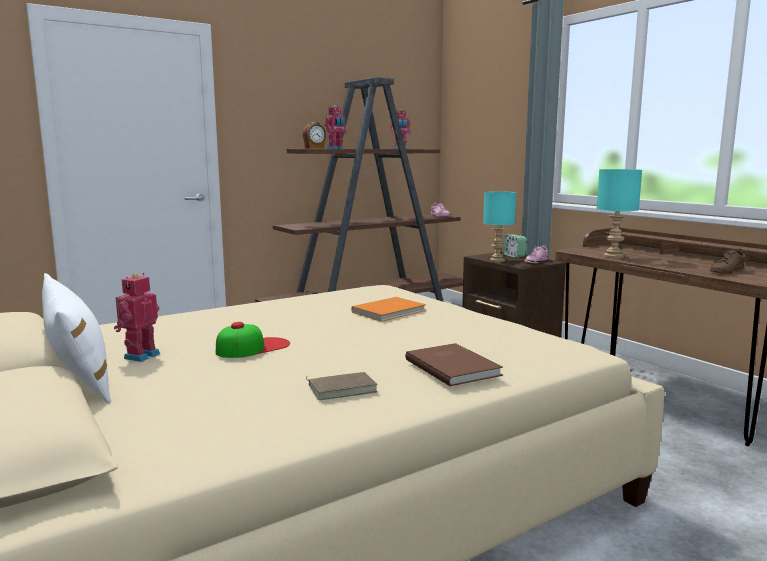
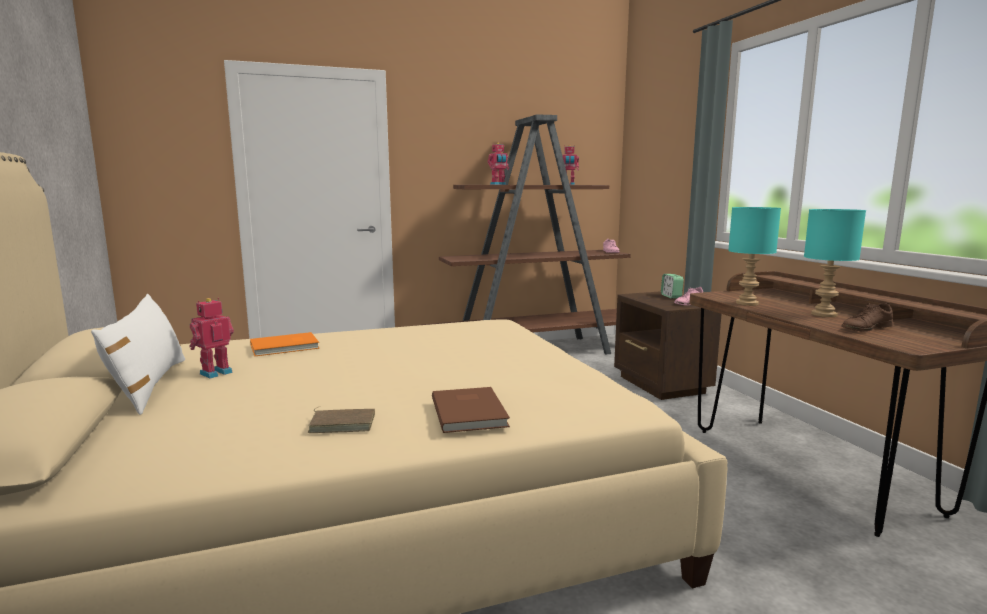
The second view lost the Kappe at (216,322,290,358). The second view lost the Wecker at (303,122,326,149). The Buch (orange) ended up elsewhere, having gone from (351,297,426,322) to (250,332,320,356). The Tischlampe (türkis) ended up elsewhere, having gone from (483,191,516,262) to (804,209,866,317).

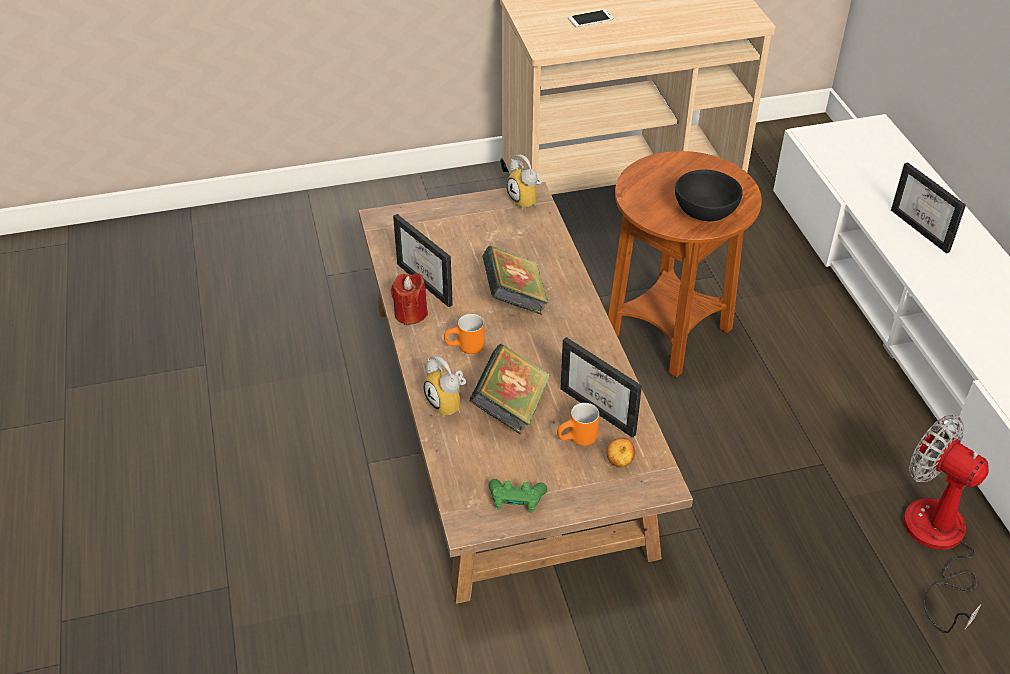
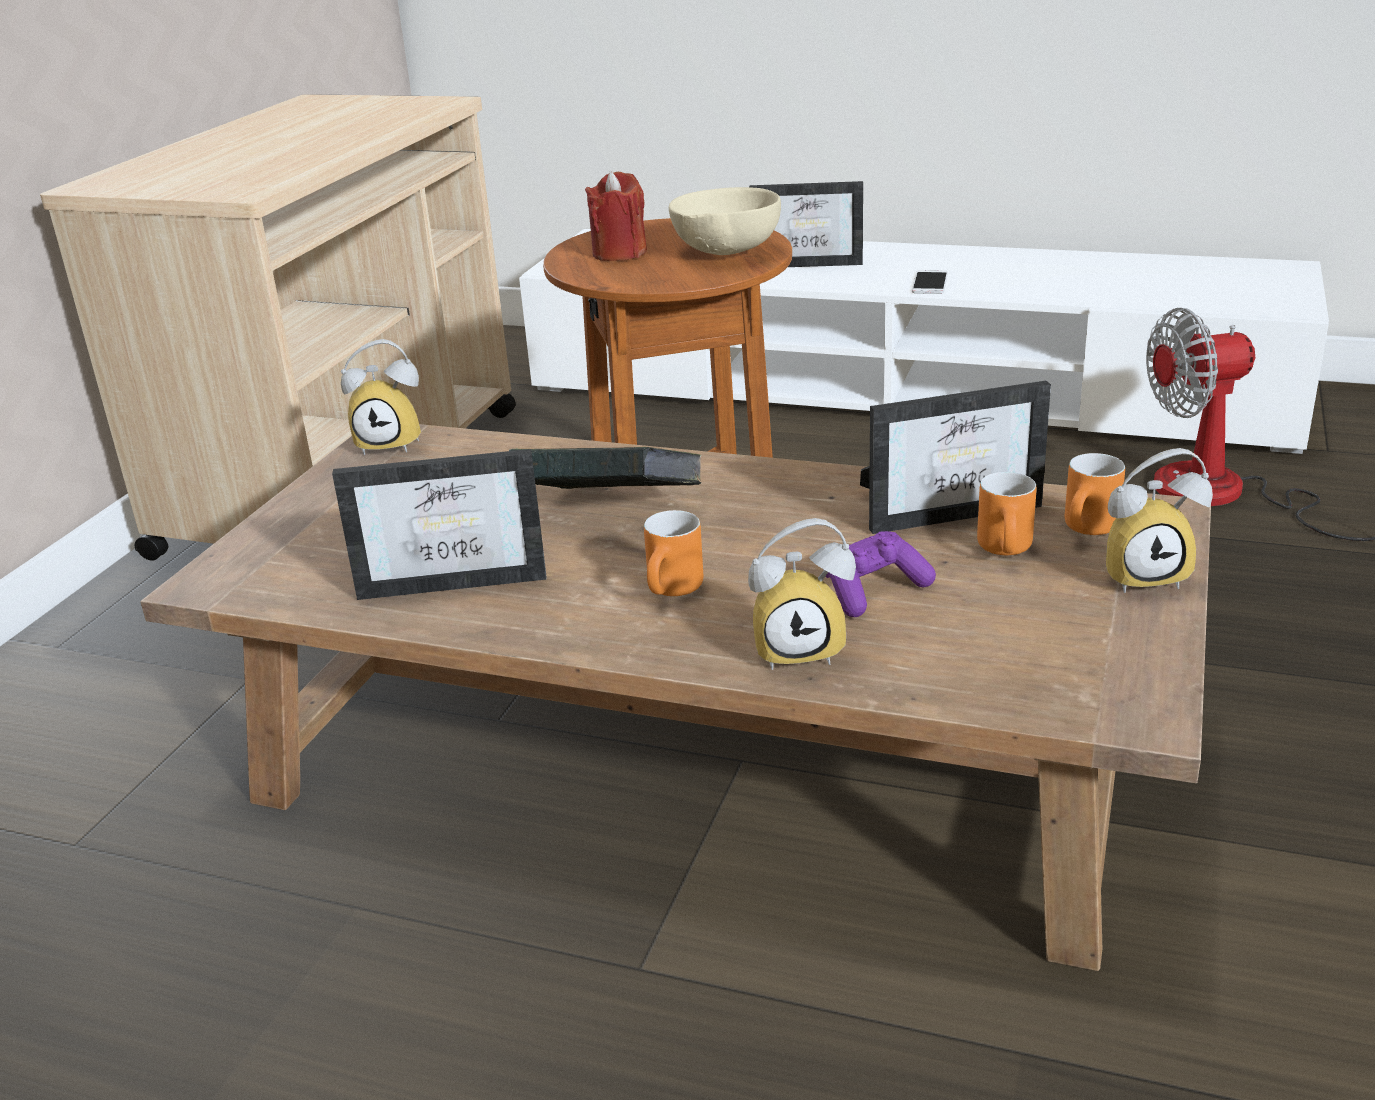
The Kerze (rot) ended up elsewhere, having gone from (391,273,428,325) to (585,171,647,261). Where the Buch stood at (469,344,550,435), the Gamepad (lila) came to stand at (823,531,936,617). The second view lost the Gamepad (grün) at (488,479,547,513). The Handy ended up elsewhere, having gone from (568,9,614,27) to (912,270,948,294). Where the Apfel stood at (607,438,635,467), the Henkelbecher (orange) came to stand at (1065,453,1125,535). What was the Schüssel (schwarz) at (675,170,743,221) turned into the Schüssel (beige) at (669,187,781,255). The second view gained the Wecker at (1106,448,1213,593).

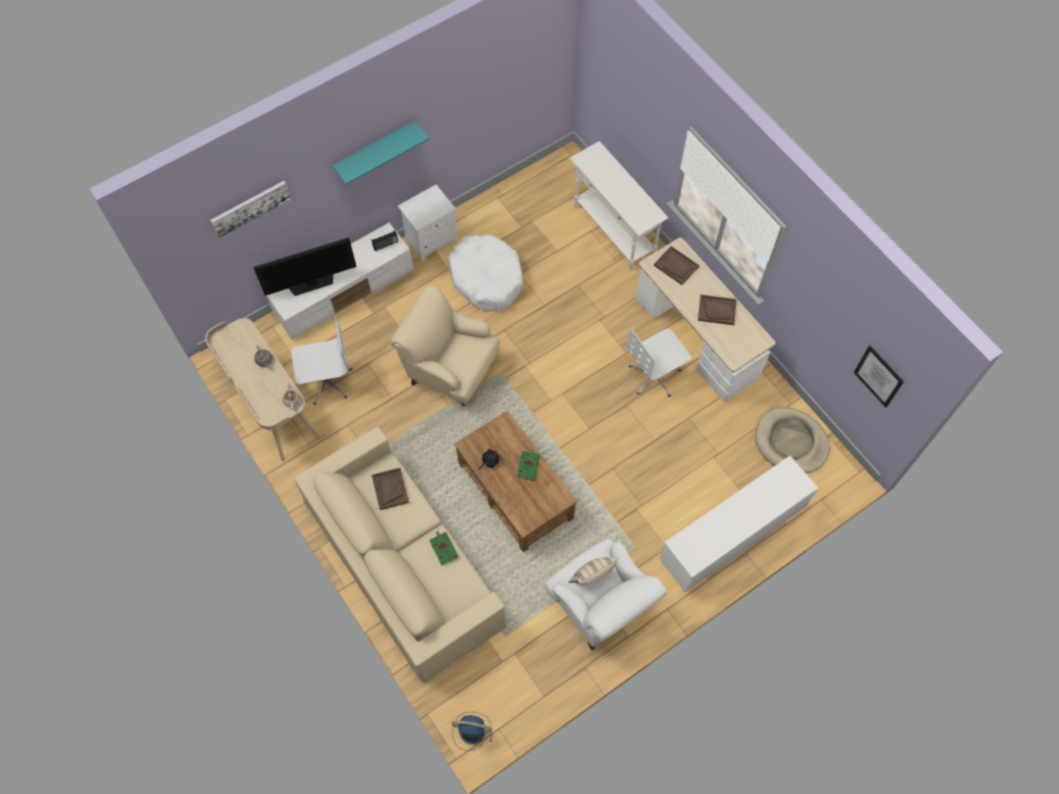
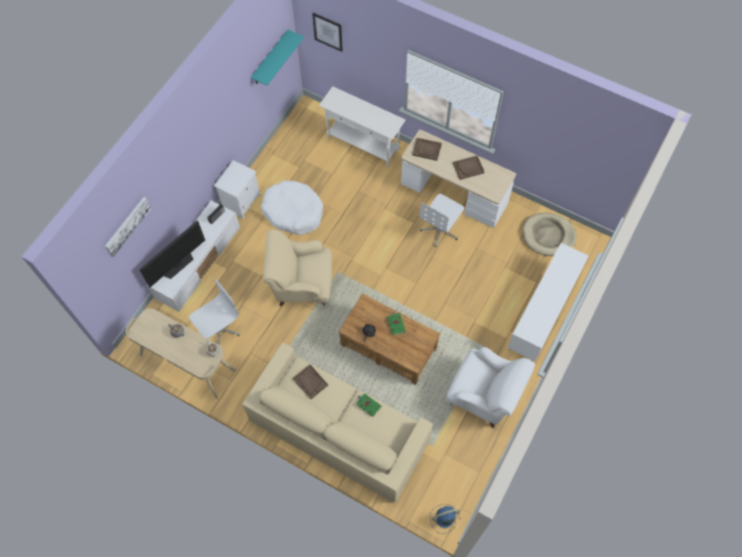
The Wandregal (türkis) ended up elsewhere, having gone from (332,121,429,185) to (251,30,304,86). The second view lost the Kissen (beige) at (569,558,617,585). The Bild ended up elsewhere, having gone from (854,346,904,407) to (312,13,343,52).

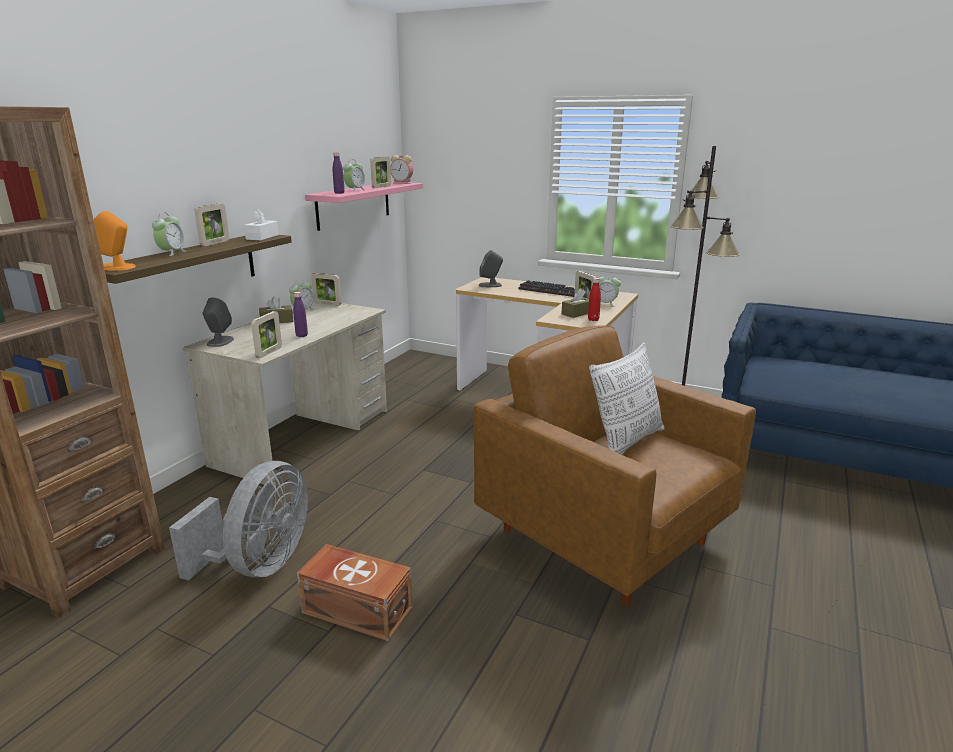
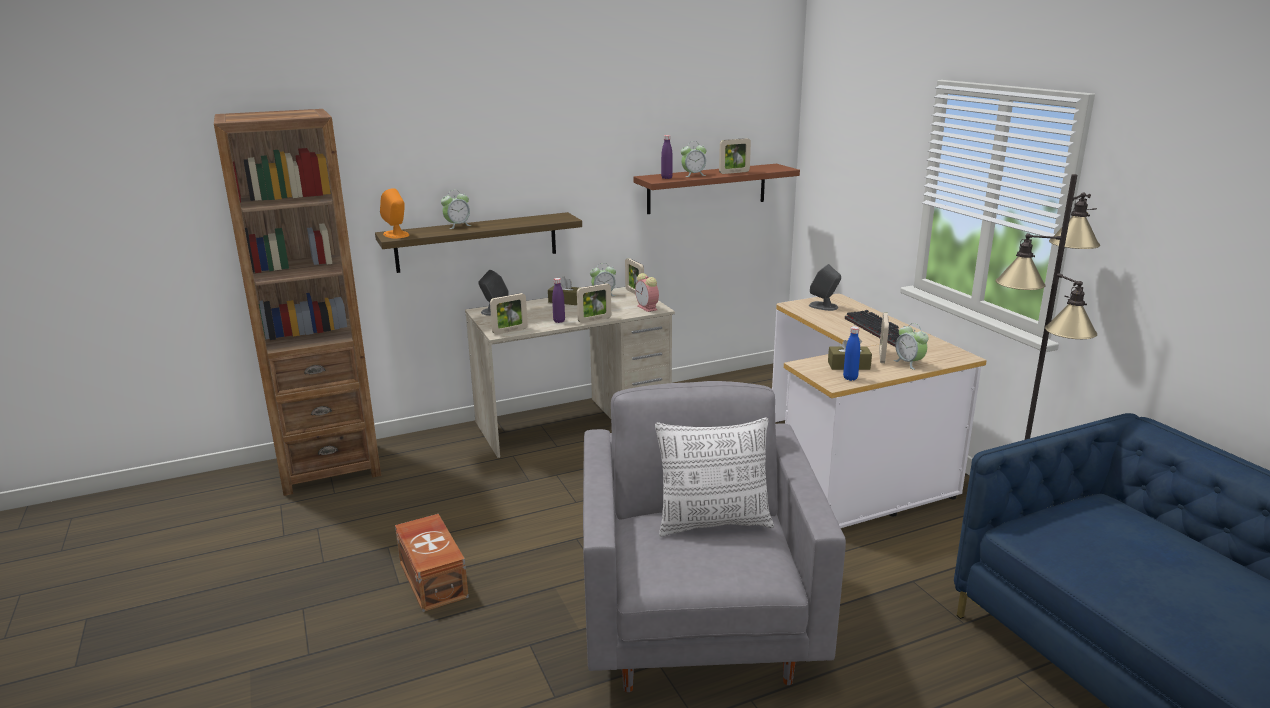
The second view lost the Ventilator (grau) at (169,461,308,580). The Bilderrahmen ended up elsewhere, having gone from (194,203,229,246) to (577,283,611,323). The second view lost the Taschentuchbox (weiß) at (244,209,279,240). What was the Wandregal (rosa) at (305,182,423,231) turned into the Wandregal (braun) at (633,164,800,214). The Wecker ended up elsewhere, having gone from (390,155,413,184) to (635,273,659,312). What was the Sessel (braun) at (474,325,756,606) turned into the Sessel (grau) at (583,381,846,692). What was the Flasche (rot) at (588,278,601,321) turned into the Flasche (blau) at (843,326,860,381).

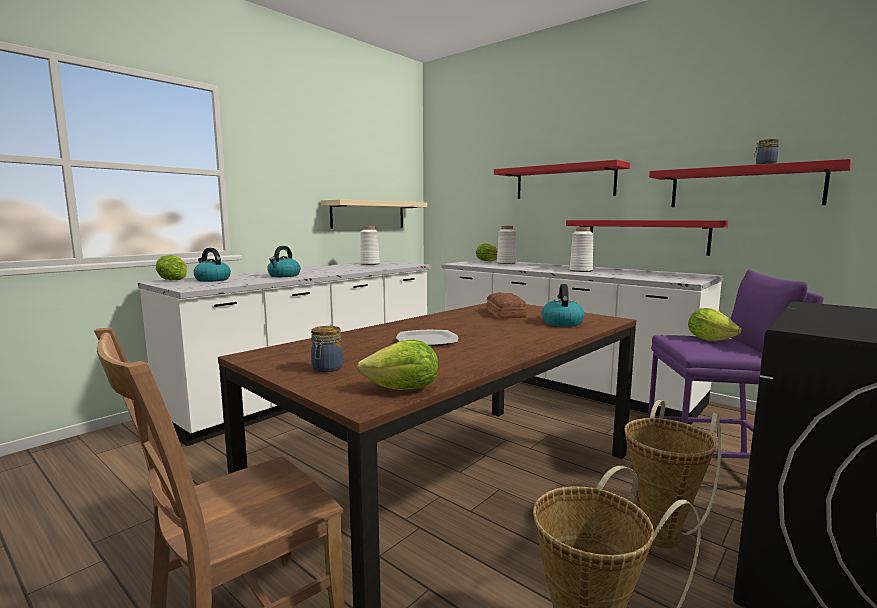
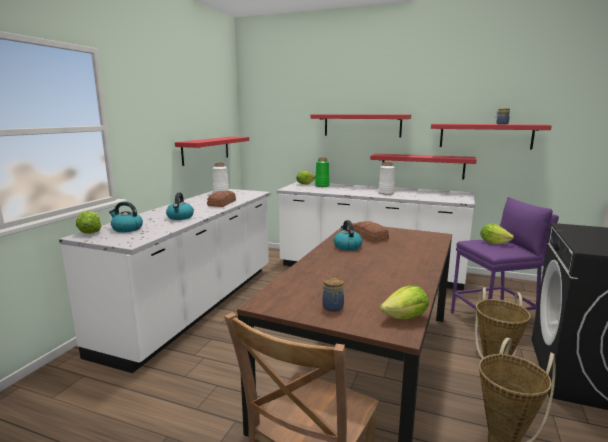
What was the Wandregal (beige) at (321,199,427,229) turned into the Wandregal (rot) at (175,137,249,166). The second view lost the Teller at (396,330,458,346). What was the Vase (weiß) at (497,226,516,264) turned into the Vase (grün) at (315,158,330,187). The Wasserkessel ended up elsewhere, having gone from (542,284,584,327) to (334,220,362,251). The second view gained the Brot at (207,191,236,207).

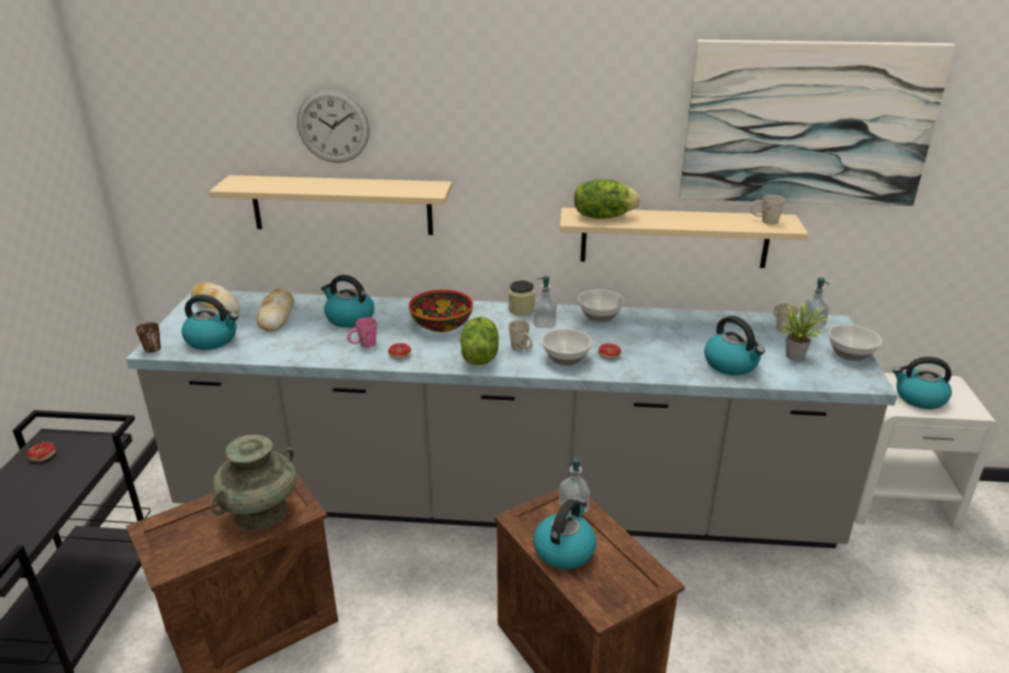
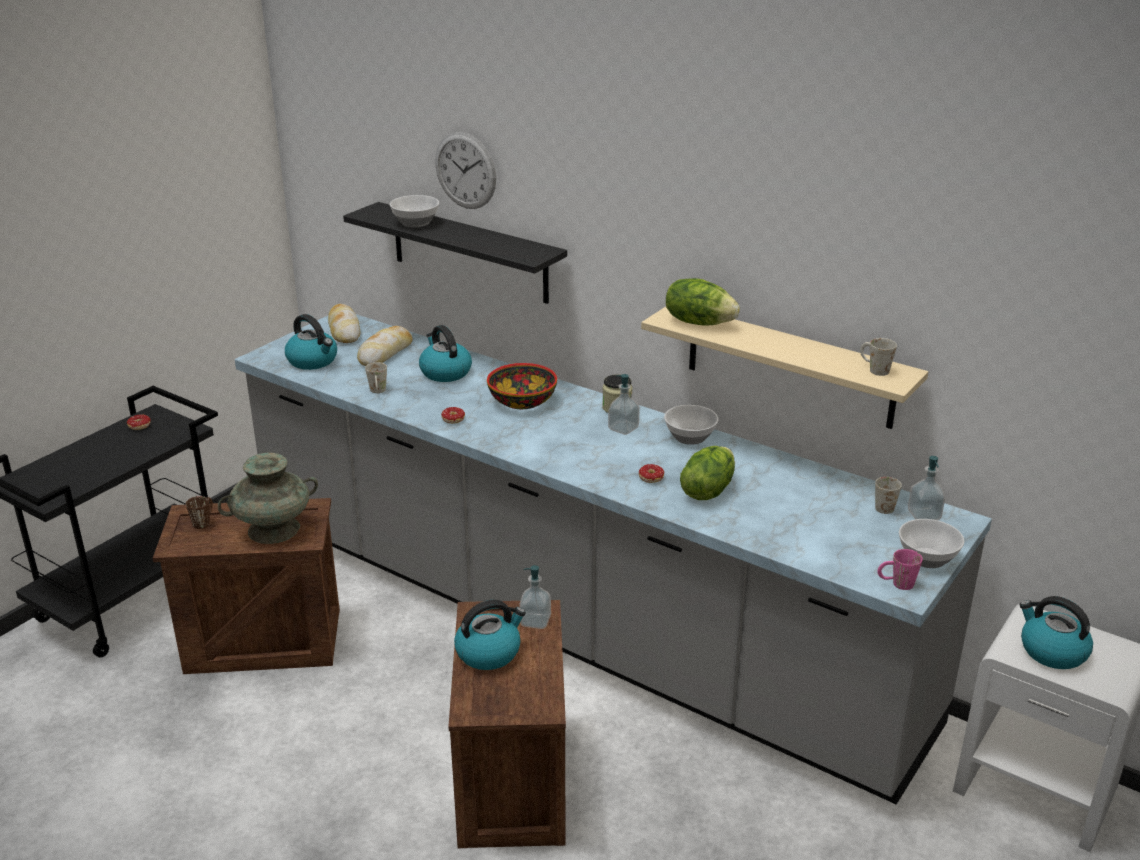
The Henkelbecher (braun) ended up elsewhere, having gone from (136,322,161,353) to (186,496,213,529). What was the Wandregal (beige) at (209,175,452,235) turned into the Wandregal (schwarz) at (343,202,567,304). The Henkelbecher (rosa) ended up elsewhere, having gone from (347,318,377,348) to (877,549,923,590). The Salatkopf ended up elsewhere, having gone from (460,317,499,365) to (680,446,735,500). The Henkelbecher (weiß) ended up elsewhere, having gone from (509,320,533,350) to (365,362,387,393). The Schüssel ended up elsewhere, having gone from (542,329,592,366) to (390,195,439,227). The second view lost the Bild at (679,40,956,206). The second view lost the Wasserkessel at (704,316,765,375). The second view lost the Topfpflanze at (780,301,831,361).

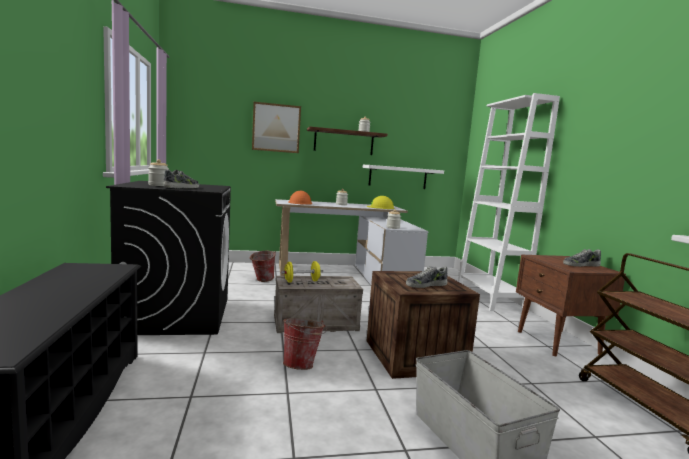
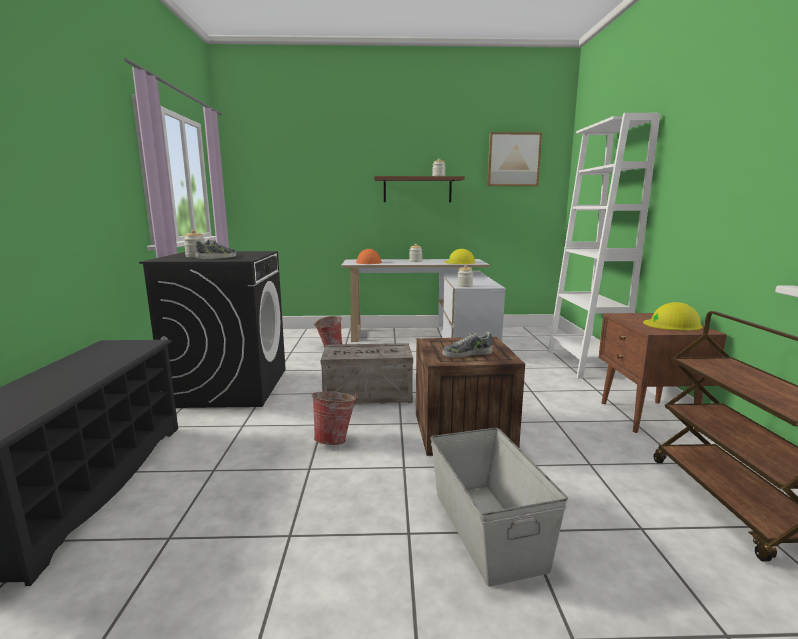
The Bild ended up elsewhere, having gone from (252,102,301,153) to (487,132,542,186). The second view lost the Hantel (gelb) at (281,261,323,283). The second view lost the Wandregal (weiß) at (363,165,444,189). Where the Schuh stood at (563,249,601,267), the Schutzhelm (gelb) came to stand at (643,302,703,331).

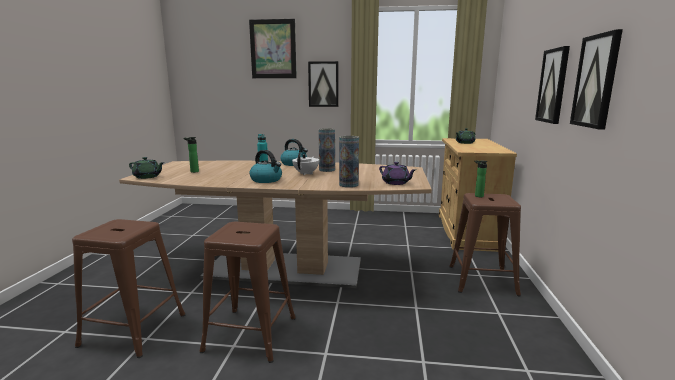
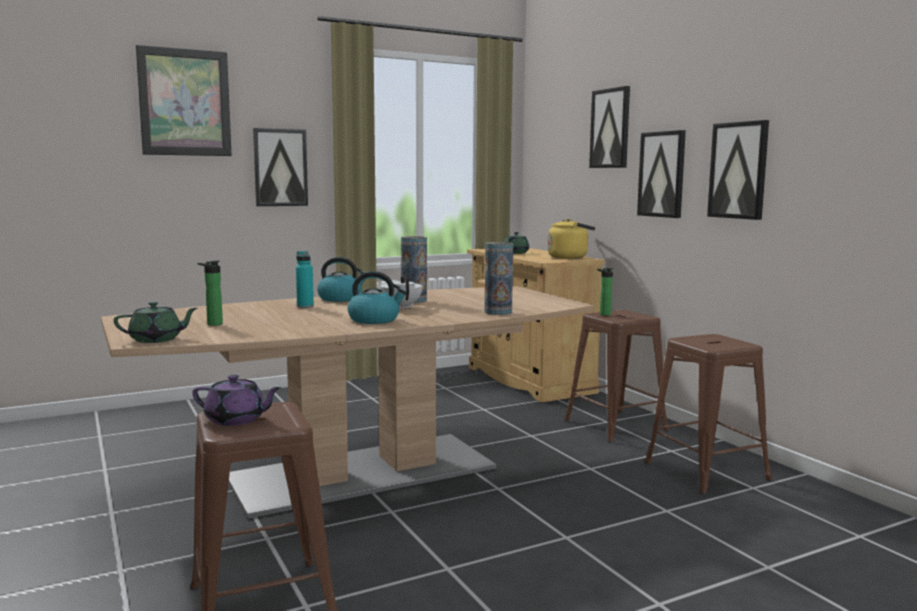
The Hocker (braun) ended up elsewhere, having gone from (200,222,296,363) to (644,334,773,495). The Teekanne (lila) ended up elsewhere, having gone from (379,162,416,185) to (192,375,282,426). The second view gained the Wasserkessel (gelb) at (548,219,595,259). The second view gained the Bild at (589,86,630,168).

